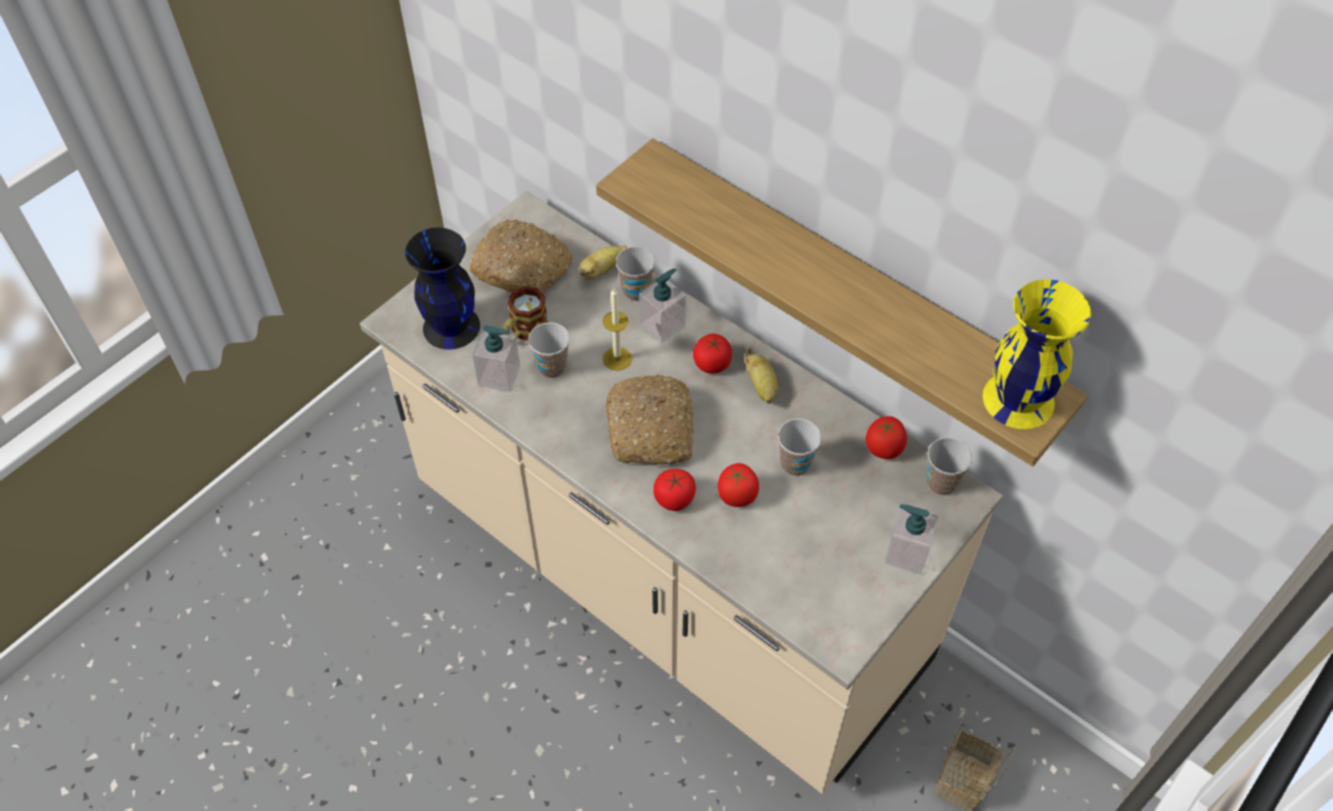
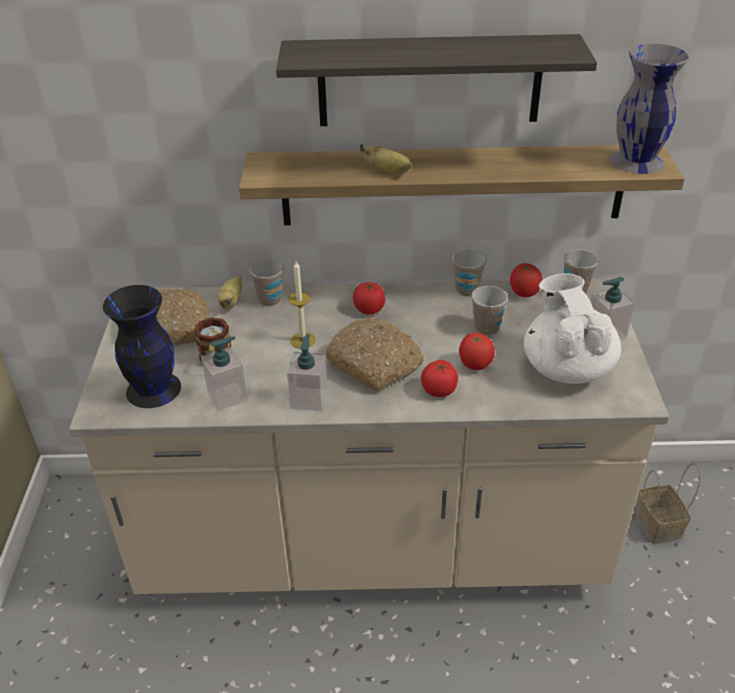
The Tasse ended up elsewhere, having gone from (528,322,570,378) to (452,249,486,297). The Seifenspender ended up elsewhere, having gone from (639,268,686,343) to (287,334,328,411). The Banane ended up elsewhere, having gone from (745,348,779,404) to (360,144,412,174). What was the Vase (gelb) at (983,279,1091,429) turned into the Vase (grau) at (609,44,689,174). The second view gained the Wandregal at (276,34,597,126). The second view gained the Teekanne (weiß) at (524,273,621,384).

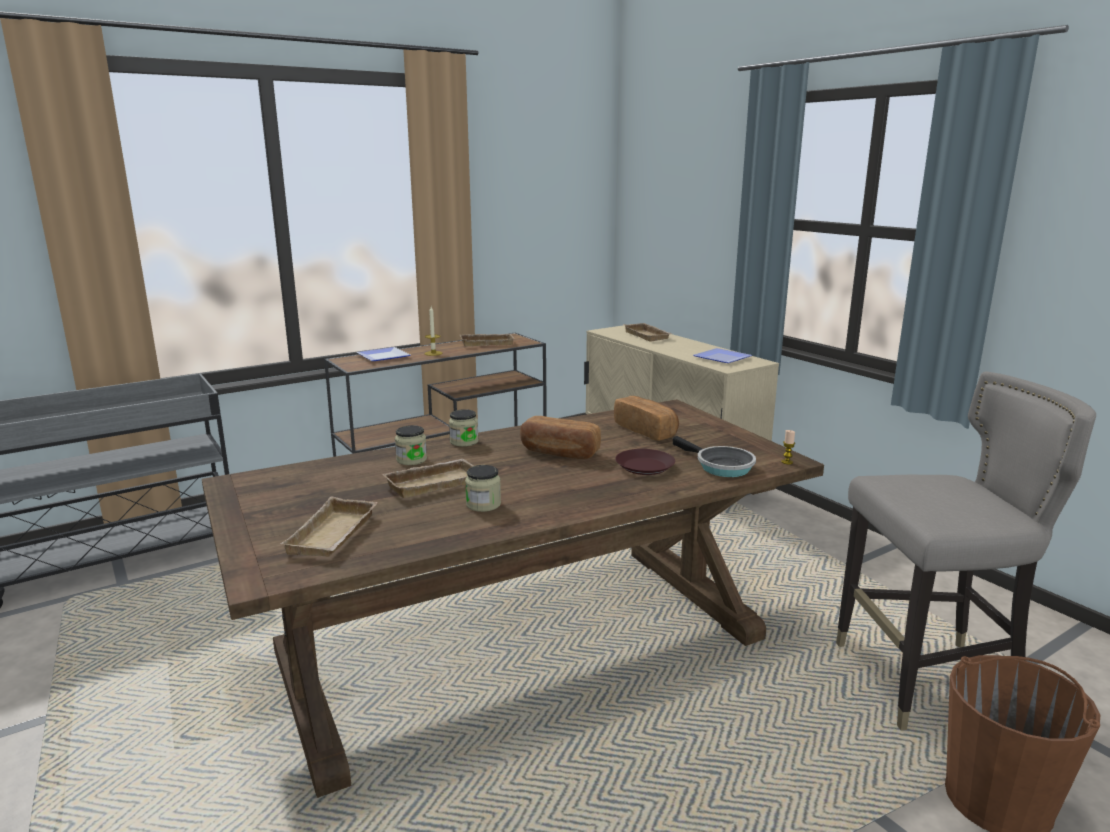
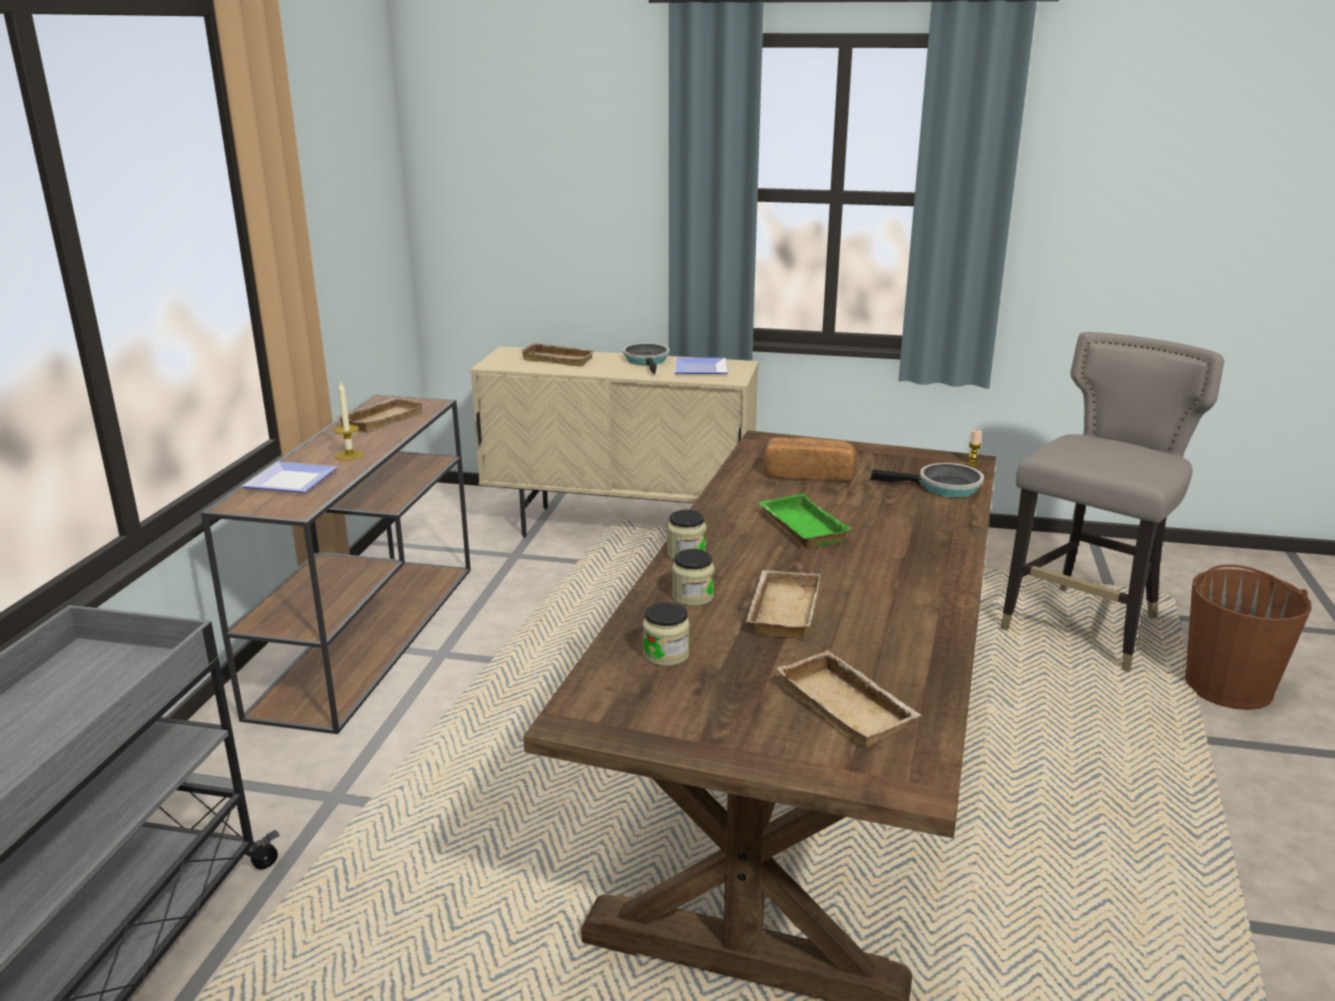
The Vorratsglas ended up elsewhere, having gone from (465,465,501,512) to (643,602,690,666). Where the Brot stood at (520,416,601,459), the Tablett (grün) came to stand at (758,494,852,548). The second view lost the Teller (braun) at (615,449,675,475). The second view gained the Pfanne at (623,343,670,374).

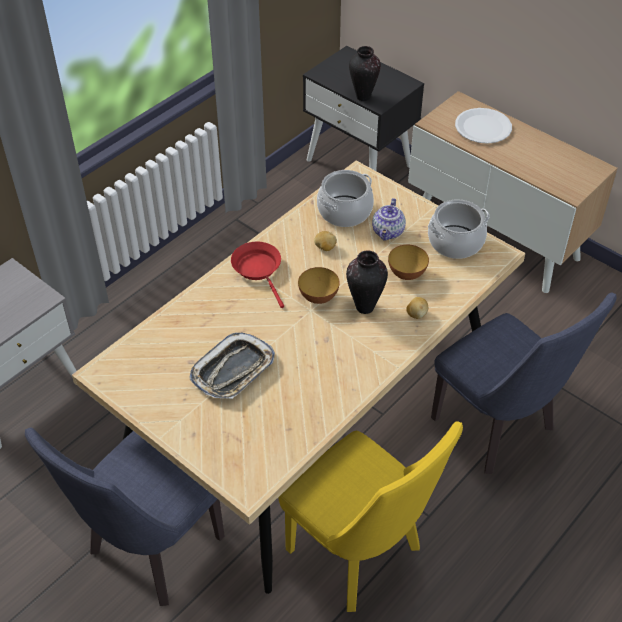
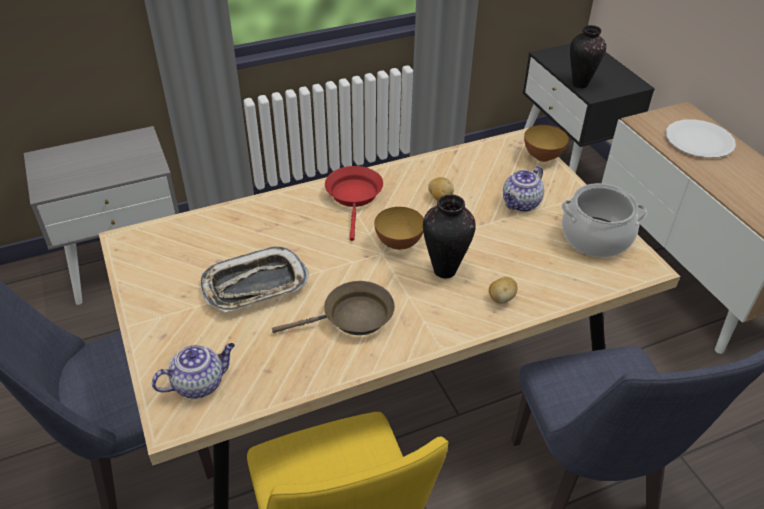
The second view lost the Kochtopf at (317,170,374,227). The Schüssel ended up elsewhere, having gone from (388,245,429,280) to (524,125,569,162). The second view gained the Teekanne at (152,343,235,399). The second view gained the Pfanne (braun) at (272,281,395,335).

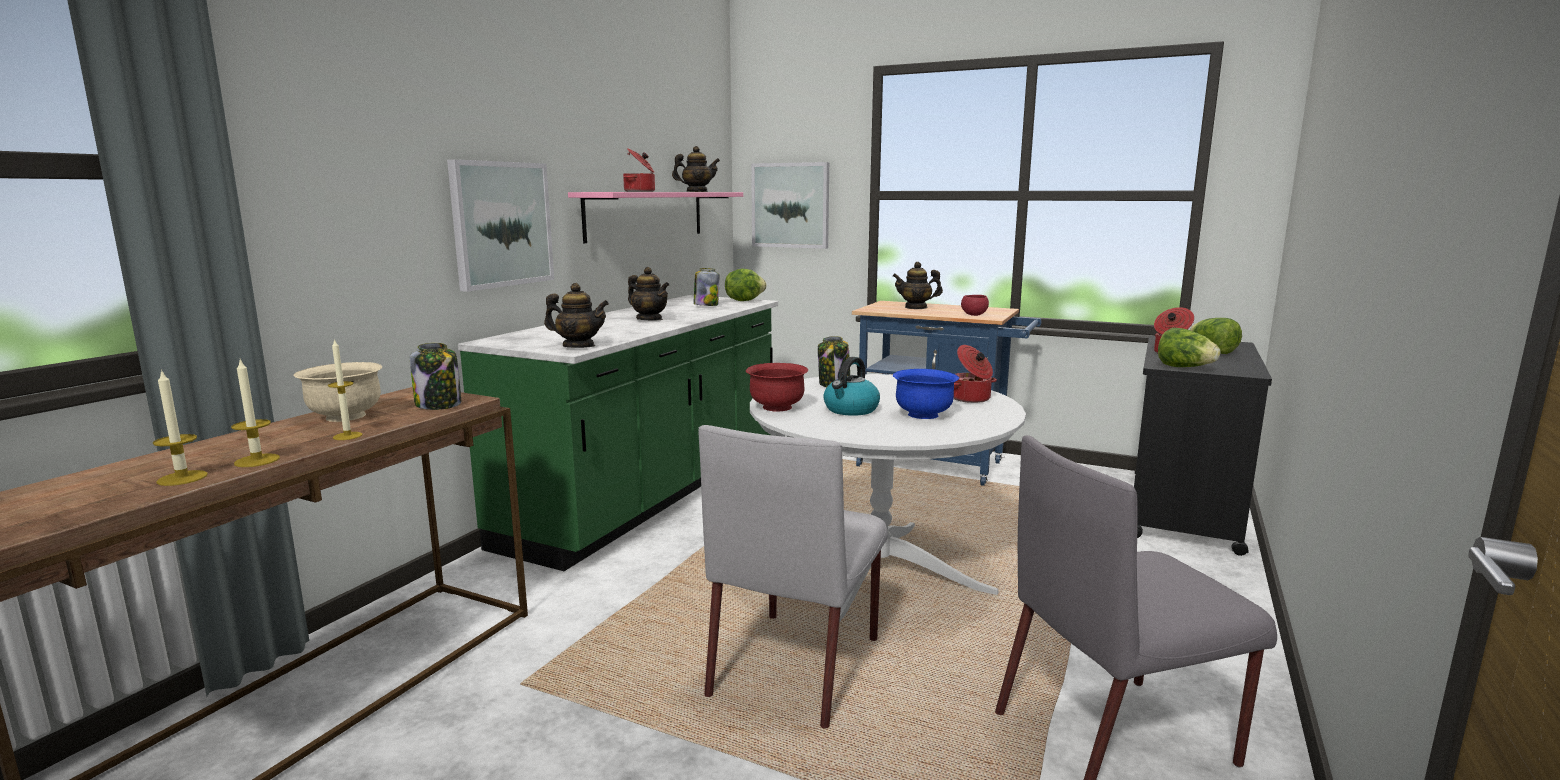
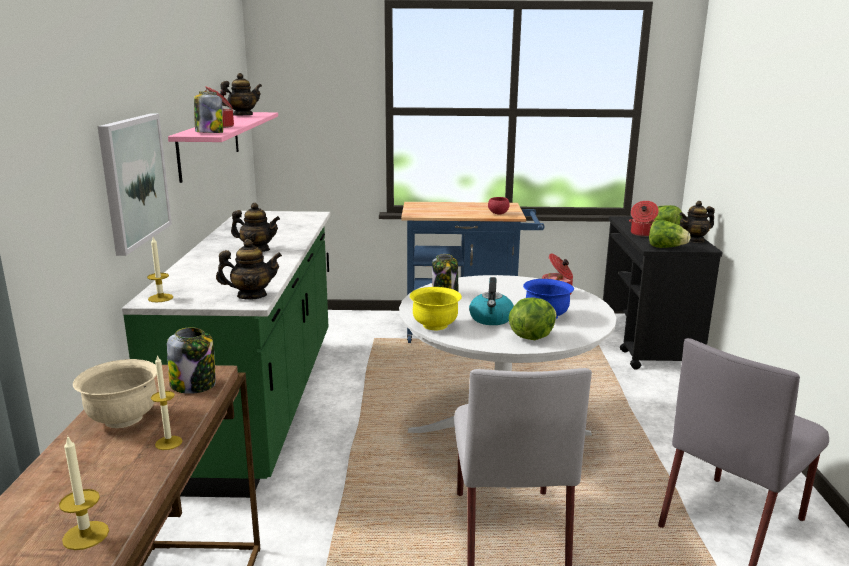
The Kerze ended up elsewhere, having gone from (231,359,280,467) to (147,237,173,302). The Vorratsglas ended up elsewhere, having gone from (694,268,720,306) to (194,91,223,133). The Salatkopf ended up elsewhere, having gone from (725,269,766,301) to (509,298,556,340). What was the Schüssel (rot) at (746,363,808,411) turned into the Schüssel (gelb) at (410,287,462,330). The second view lost the Bild at (751,162,829,249). The Teekanne ended up elsewhere, having gone from (893,262,943,309) to (680,201,715,243).

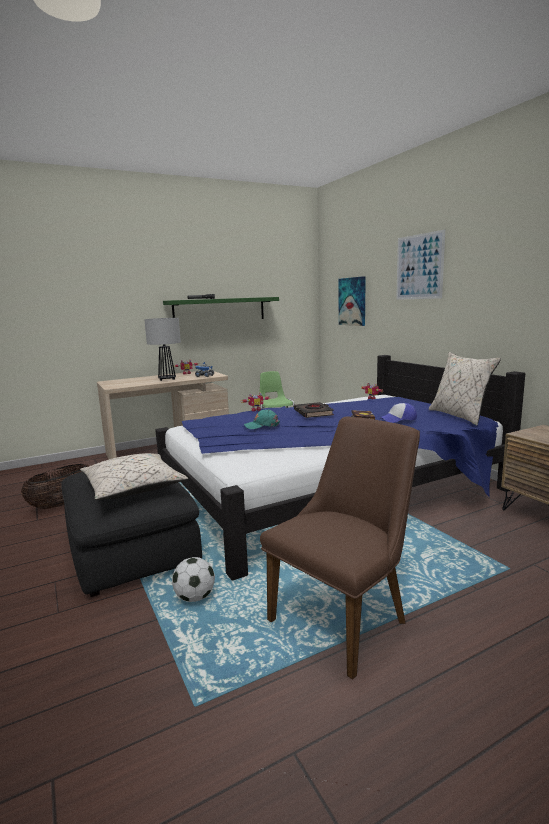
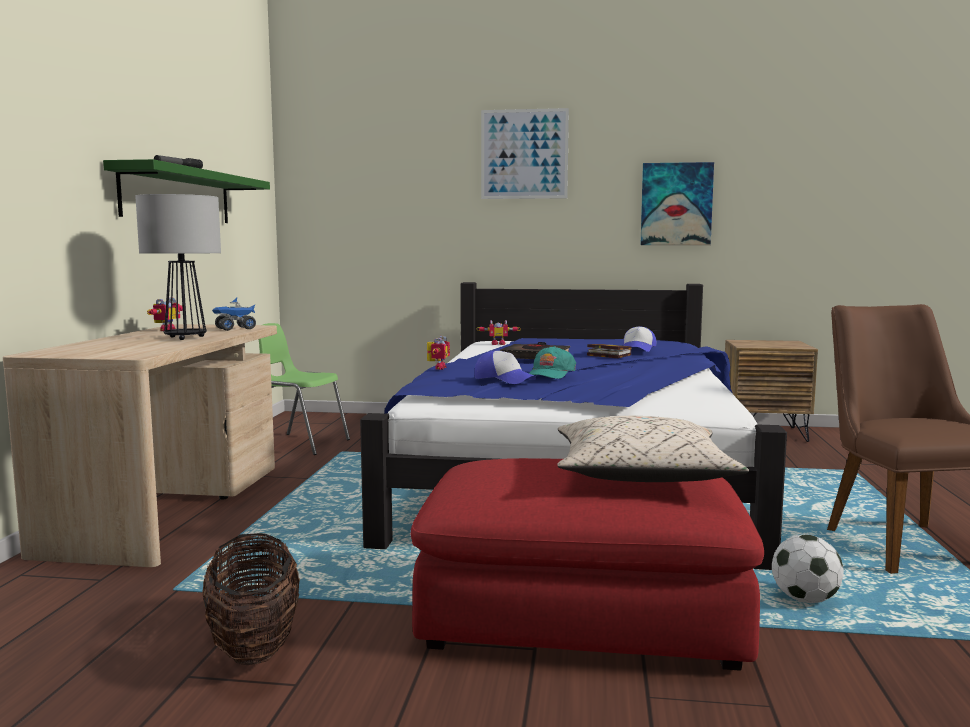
What was the Polsterhocker (schwarz) at (61,472,202,597) turned into the Polsterhocker (rot) at (411,458,764,671). The Bild ended up elsewhere, having gone from (339,276,366,326) to (641,162,714,245). The second view lost the Kissen (beige) at (429,352,501,426). The second view gained the Kappe at (474,351,536,384).

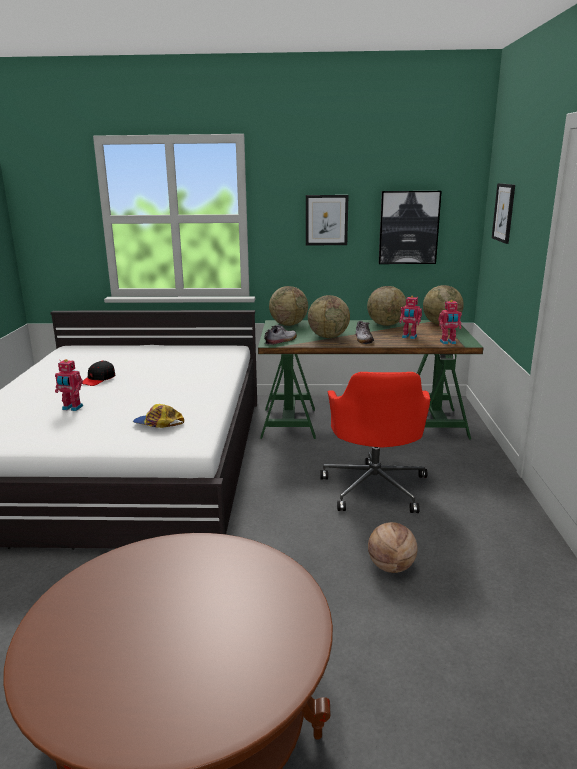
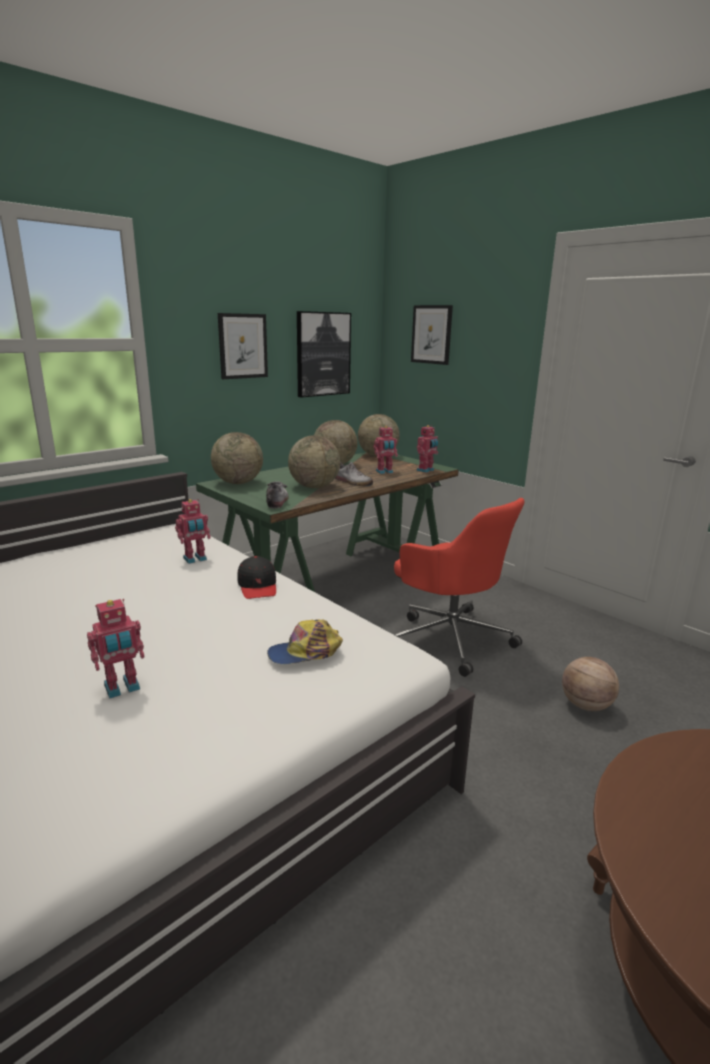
The Kappe (schwarz) ended up elsewhere, having gone from (82,361,115,386) to (238,556,276,599). The second view gained the Spielzeugroboter at (175,499,211,564).

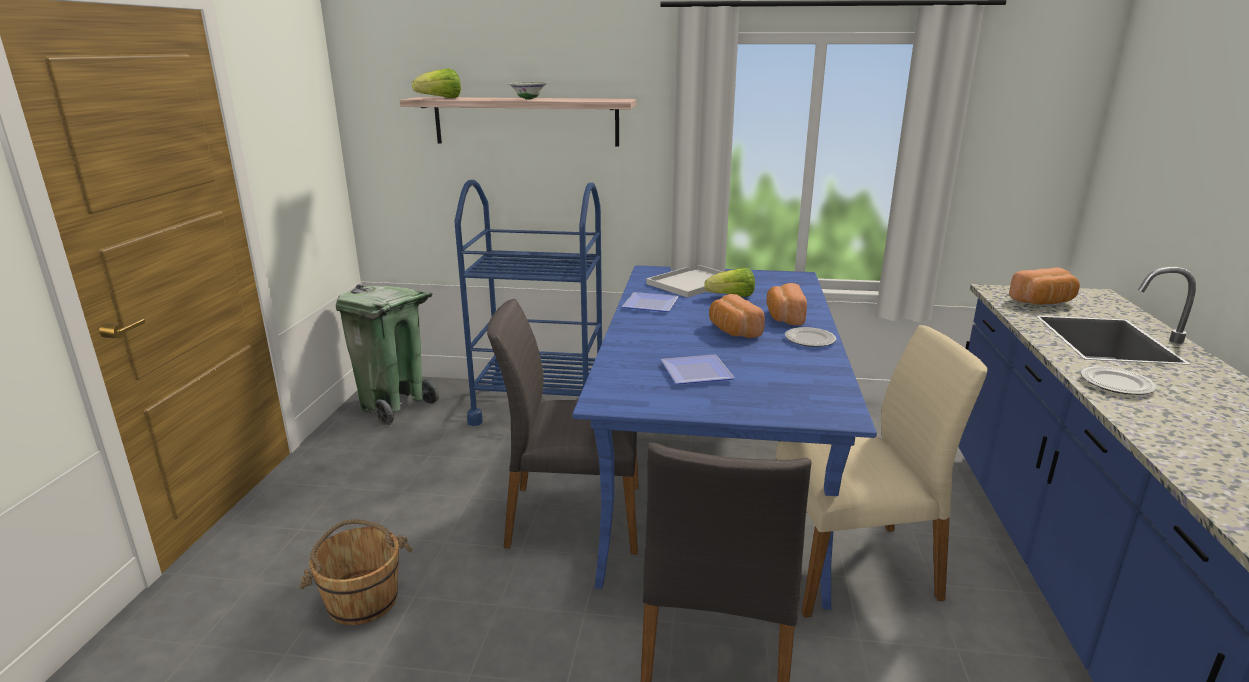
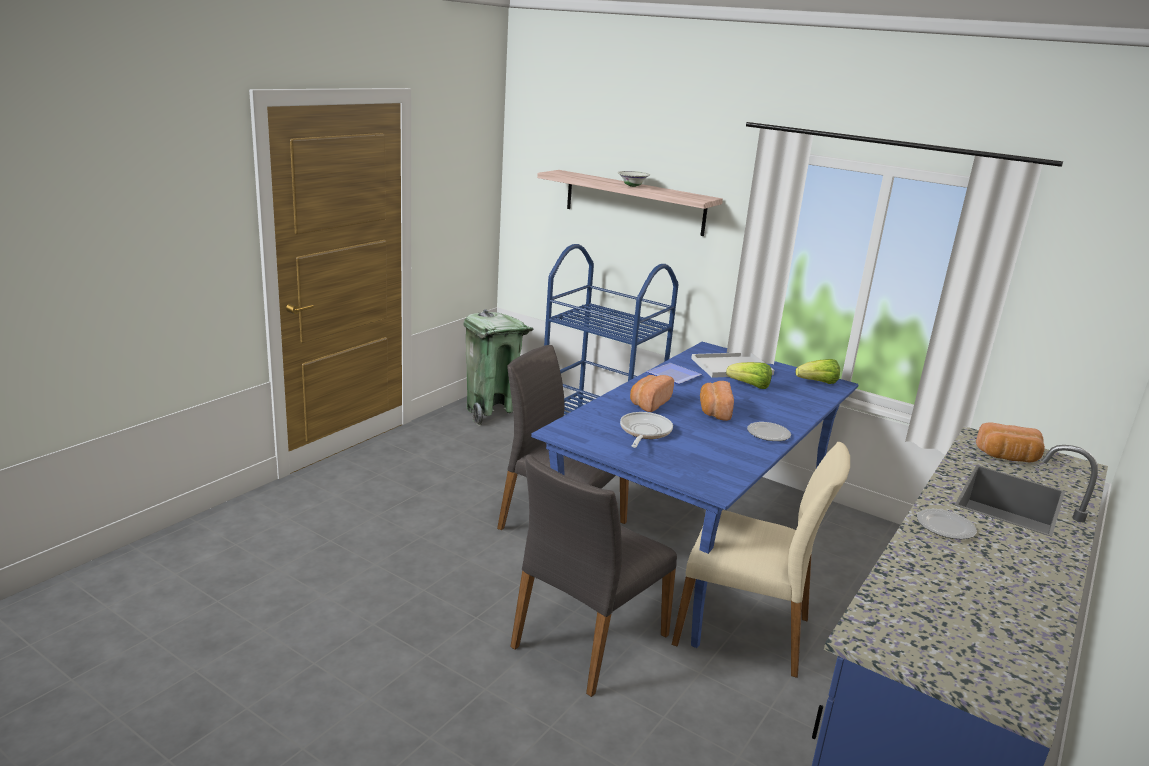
The second view lost the Eimer (braun) at (299,519,413,625). The Salatkopf ended up elsewhere, having gone from (412,68,461,98) to (795,359,840,384). Where the Teller stood at (661,354,735,384), the Pfanne came to stand at (620,412,673,448). The Brot ended up elsewhere, having gone from (766,283,807,325) to (630,375,674,412).

